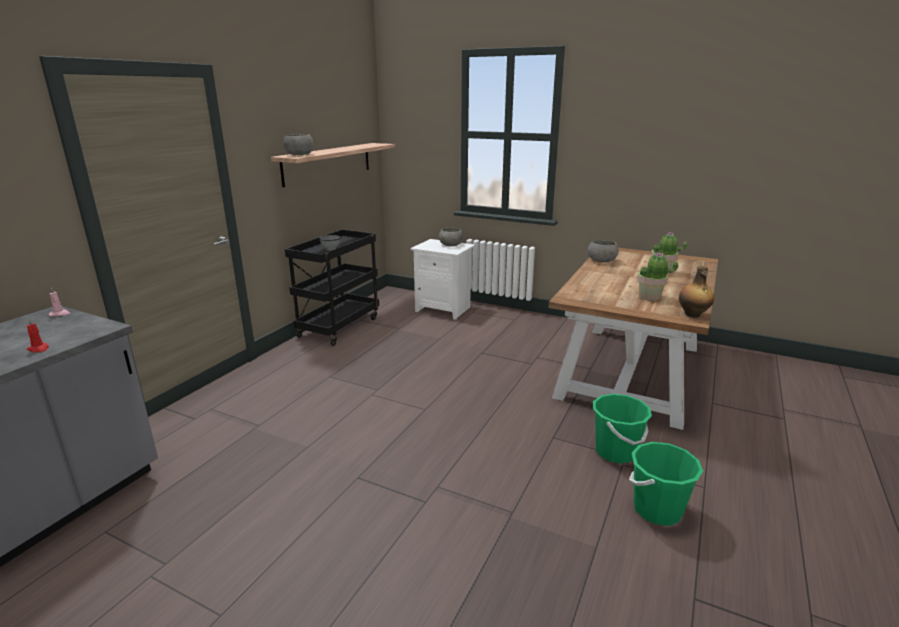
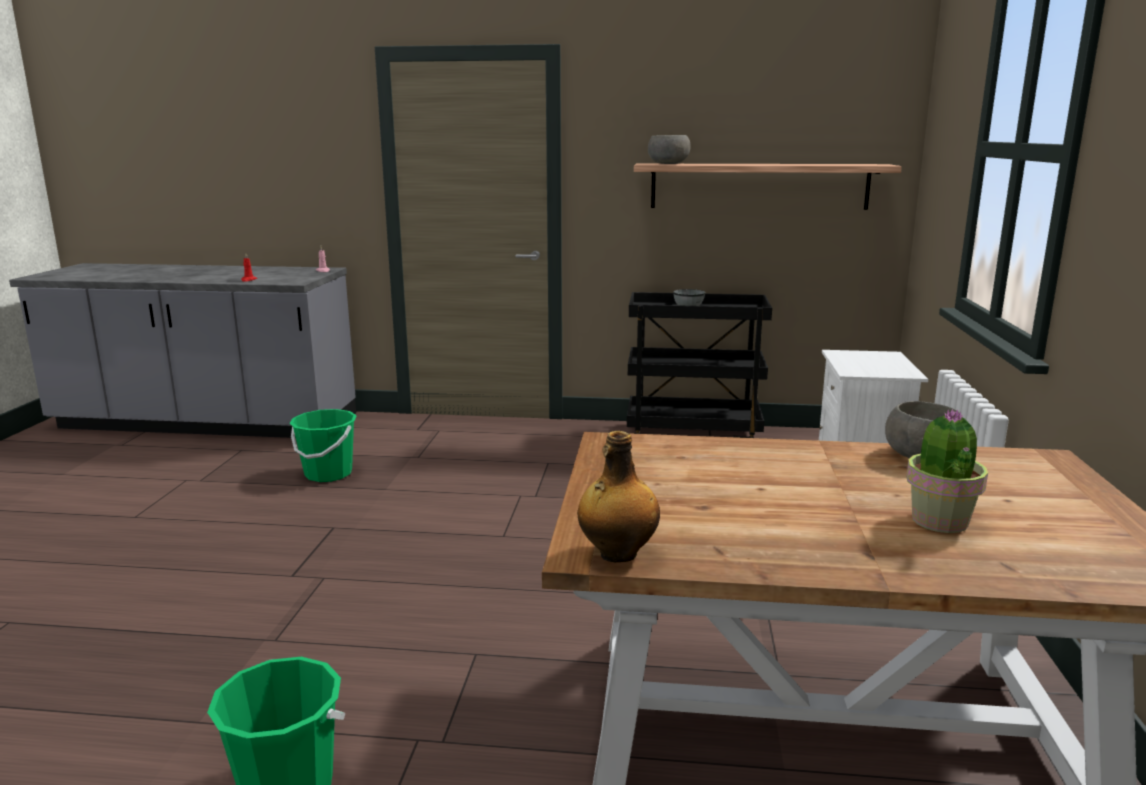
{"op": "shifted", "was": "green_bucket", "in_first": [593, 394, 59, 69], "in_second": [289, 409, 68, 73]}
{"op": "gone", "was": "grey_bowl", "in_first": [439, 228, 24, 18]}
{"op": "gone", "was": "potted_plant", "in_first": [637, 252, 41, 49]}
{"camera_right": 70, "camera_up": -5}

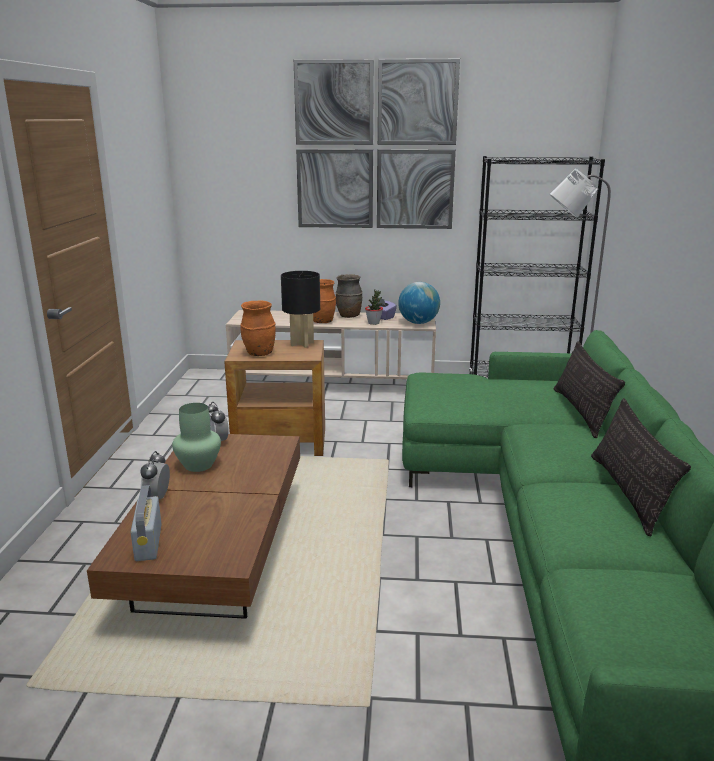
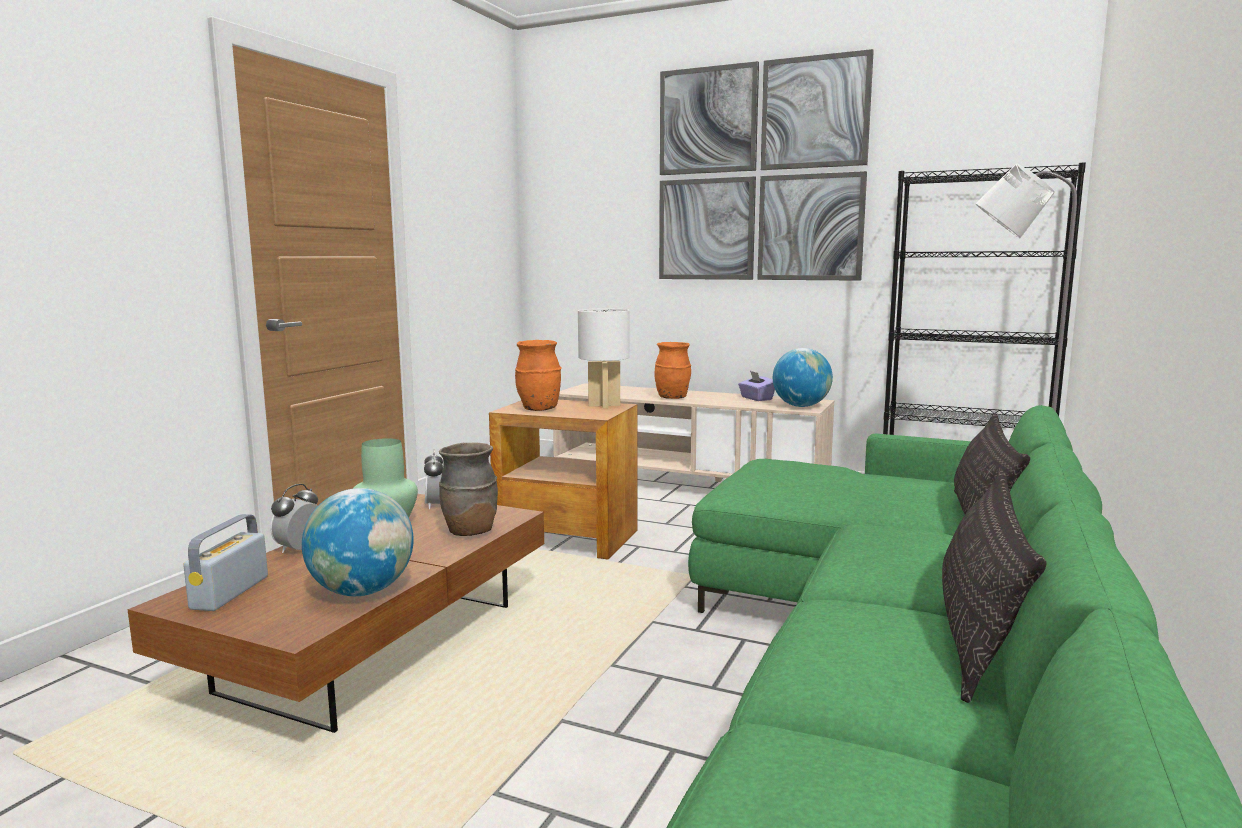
{"op": "new", "now": "globe", "in_second": [302, 488, 111, 108]}
{"op": "shifted", "was": "brown_vase", "in_first": [336, 274, 26, 44], "in_second": [439, 442, 59, 94]}
{"op": "repainted", "was": "black_table_lamp", "now": "white_table_lamp", "in_first": [281, 271, 39, 77], "in_second": [578, 309, 52, 100]}
{"op": "gone", "was": "potted_plant", "in_first": [365, 290, 18, 35]}
{"camera_right": 20, "camera_up": -10}

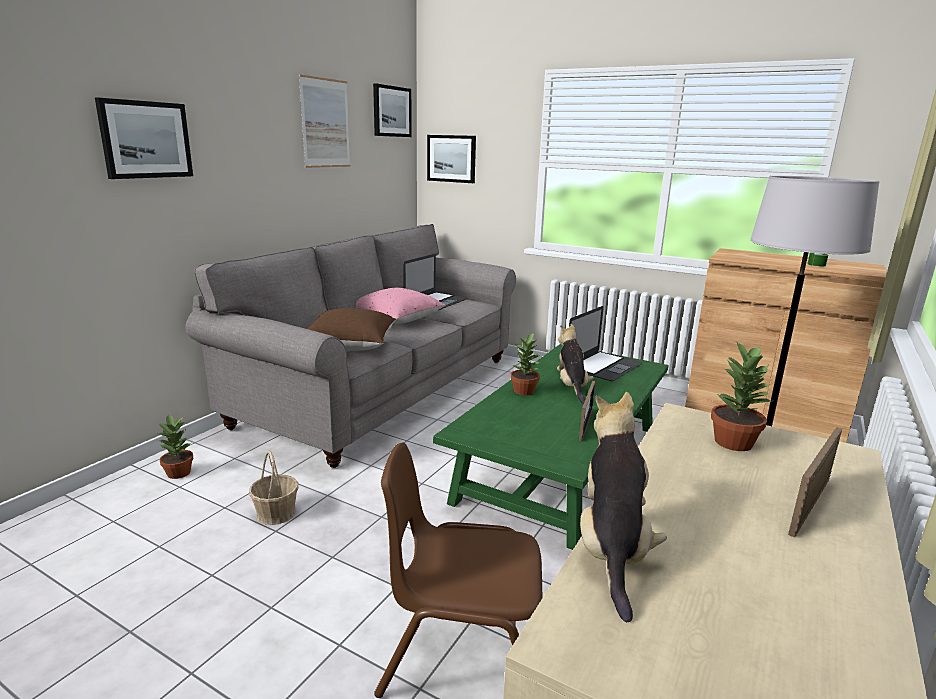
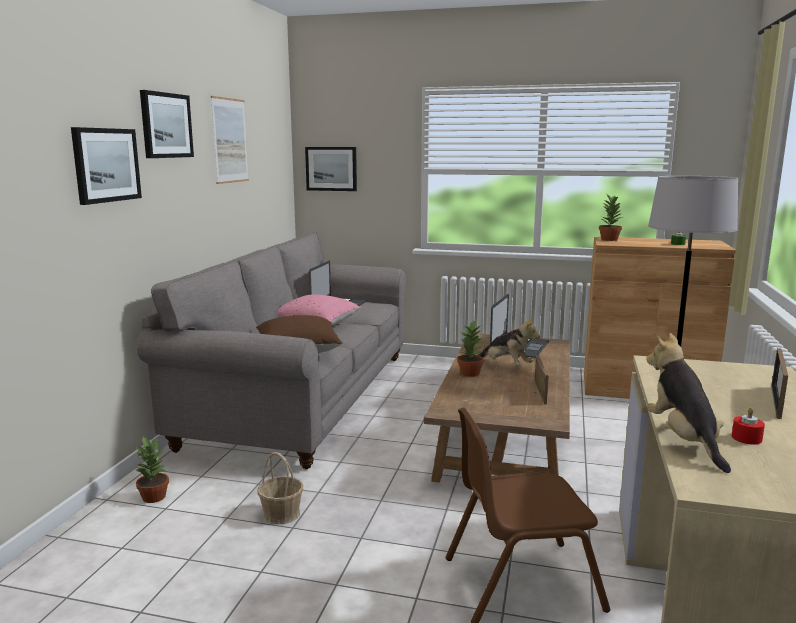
{"op": "shifted", "was": "picture", "in_first": [373, 83, 39, 54], "in_second": [140, 90, 54, 68]}
{"op": "repainted", "was": "green_coffee_table", "now": "brown_coffee_table", "in_first": [433, 344, 236, 206], "in_second": [424, 334, 146, 149]}
{"op": "rotated", "was": "plush_toy", "in_first": [557, 324, 37, 80], "in_second": [478, 316, 62, 50], "clockwise": 150}
{"op": "shifted", "was": "potted_plant", "in_first": [711, 341, 61, 110], "in_second": [599, 194, 24, 47]}
{"op": "new", "now": "red_candle", "in_second": [732, 408, 33, 37]}
{"camera_right": -15, "camera_up": -5}

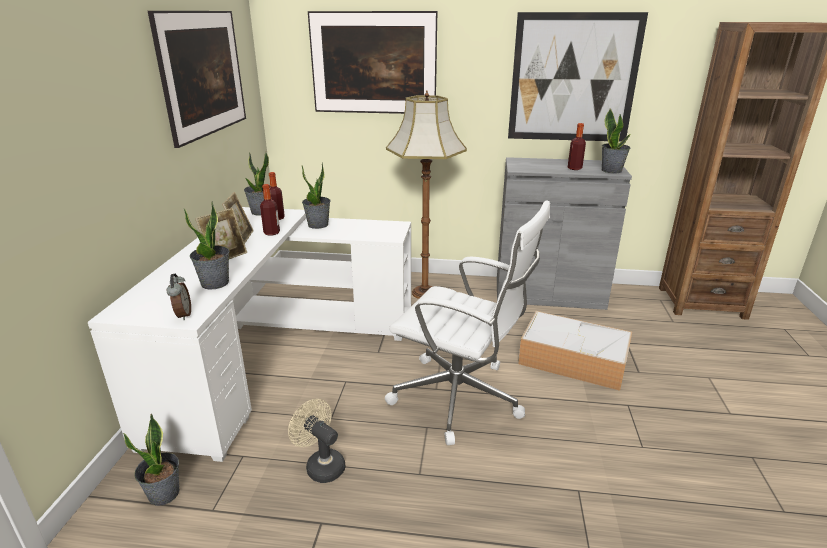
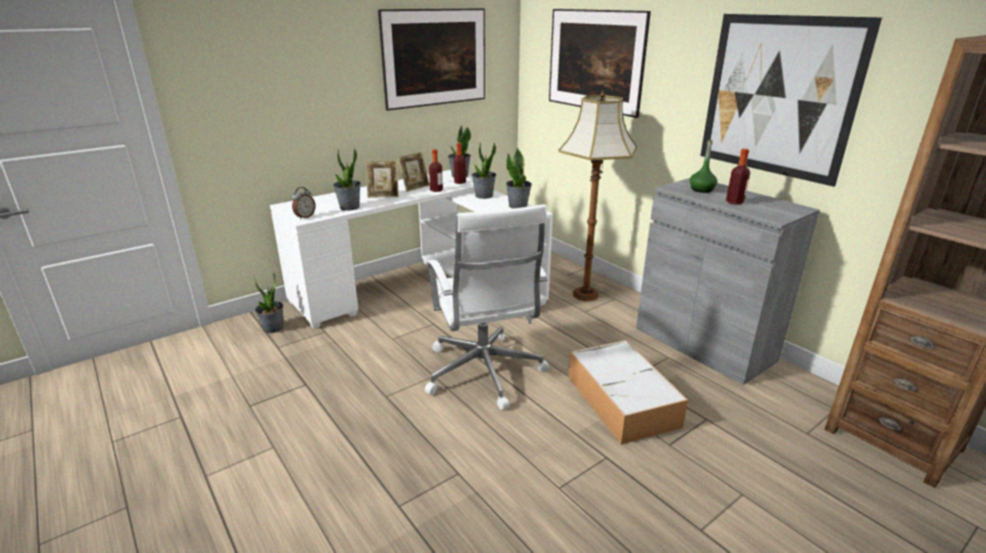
{"op": "shifted", "was": "potted_plant", "in_first": [602, 109, 29, 64], "in_second": [506, 147, 26, 62]}
{"op": "new", "now": "green_bottle", "in_second": [690, 140, 27, 53]}
{"op": "gone", "was": "beige_fan", "in_first": [288, 399, 58, 84]}
{"camera_right": 45, "camera_up": 0}

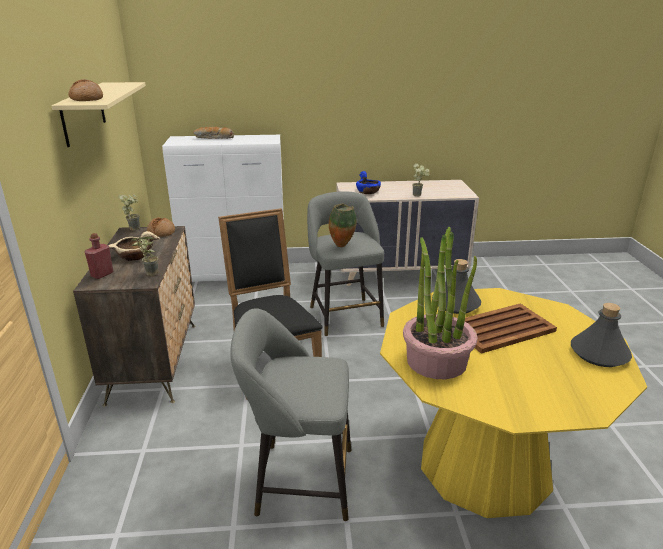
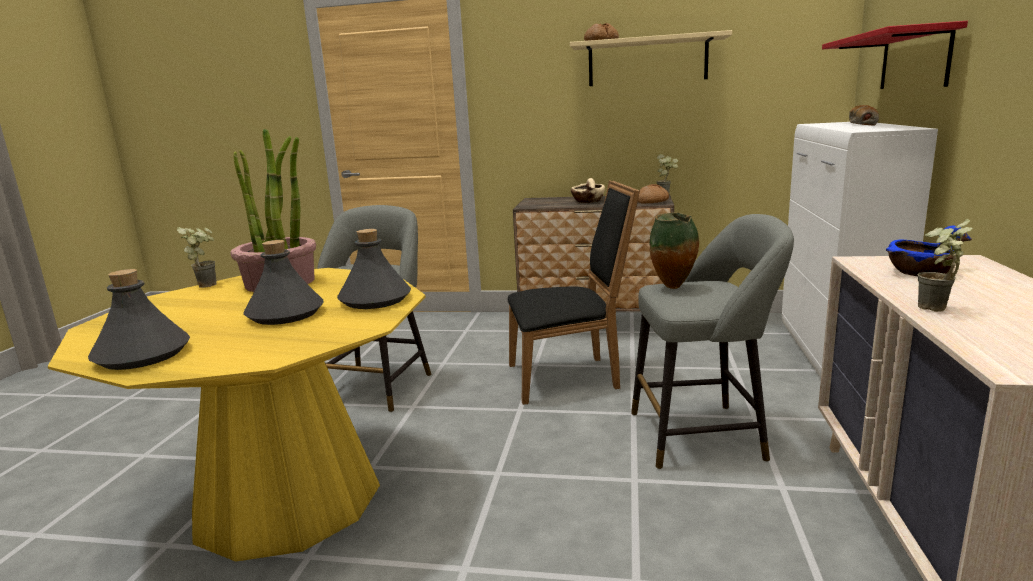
{"op": "shifted", "was": "potted_plant", "in_first": [131, 236, 27, 40], "in_second": [177, 227, 40, 61]}
{"op": "swapped", "was": "brown_tray", "now": "grey_bottle", "in_first": [465, 303, 92, 51], "in_second": [243, 240, 81, 85]}
{"op": "new", "now": "red_shelf", "in_second": [822, 21, 146, 68]}
{"op": "gone", "was": "red_bottle", "in_first": [85, 233, 28, 46]}
{"camera_right": 105, "camera_up": -10}

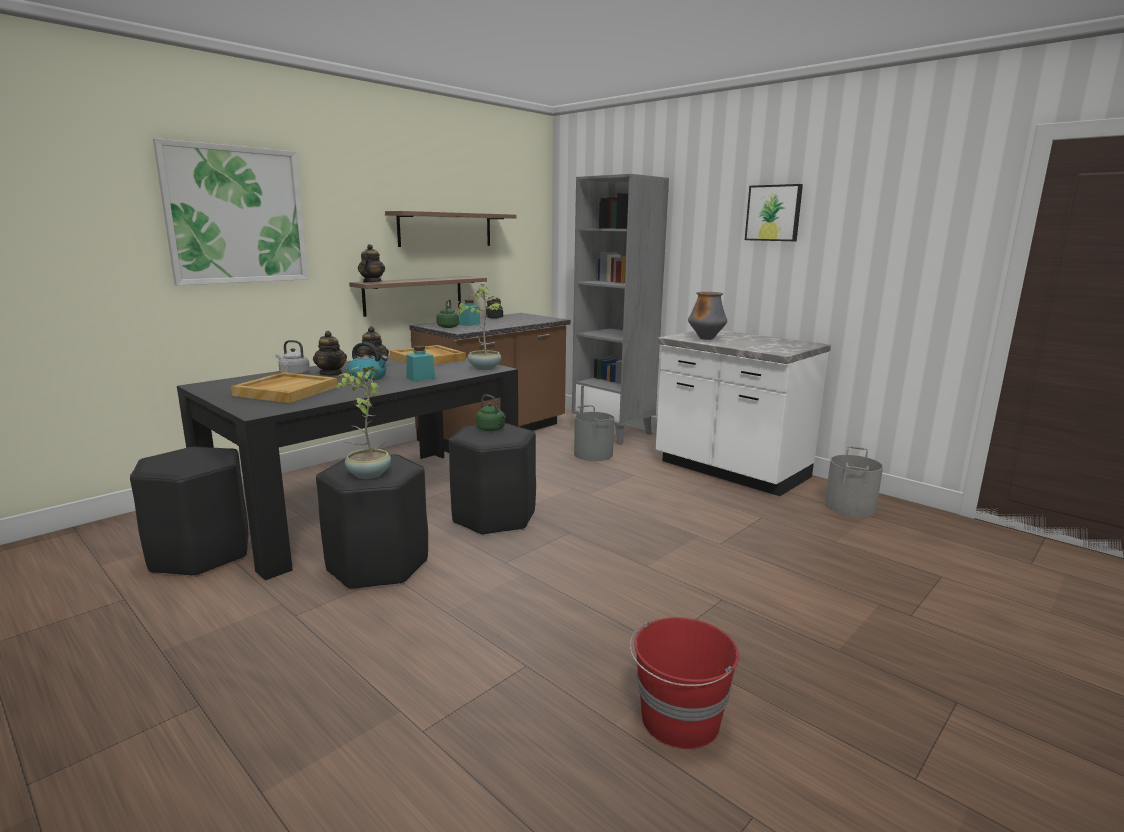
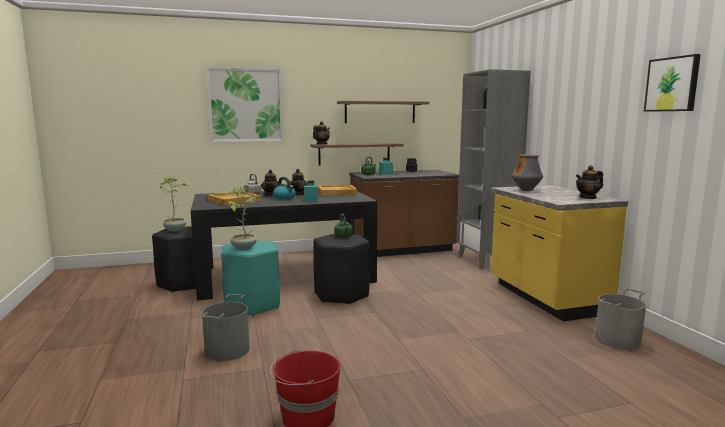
{"op": "shifted", "was": "potted_plant", "in_first": [456, 284, 47, 86], "in_second": [160, 175, 28, 57]}
{"op": "shifted", "was": "grey_bucket", "in_first": [574, 405, 40, 56], "in_second": [202, 294, 47, 67]}
{"op": "repainted", "was": "black_stool", "now": "turquoise_stool", "in_first": [316, 454, 112, 136], "in_second": [221, 241, 59, 75]}
{"op": "repainted", "was": "white_counter", "now": "yellow_counter", "in_first": [656, 330, 175, 166], "in_second": [491, 185, 137, 136]}
{"op": "new", "now": "teapot", "in_second": [576, 166, 27, 33]}
{"op": "shifted", "was": "picture", "in_first": [745, 184, 58, 57], "in_second": [644, 54, 57, 58]}
{"camera_right": 30, "camera_up": -5}

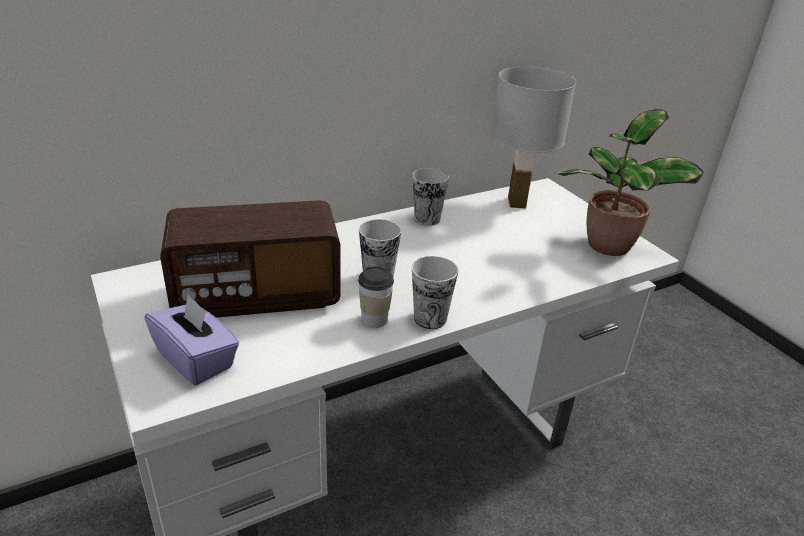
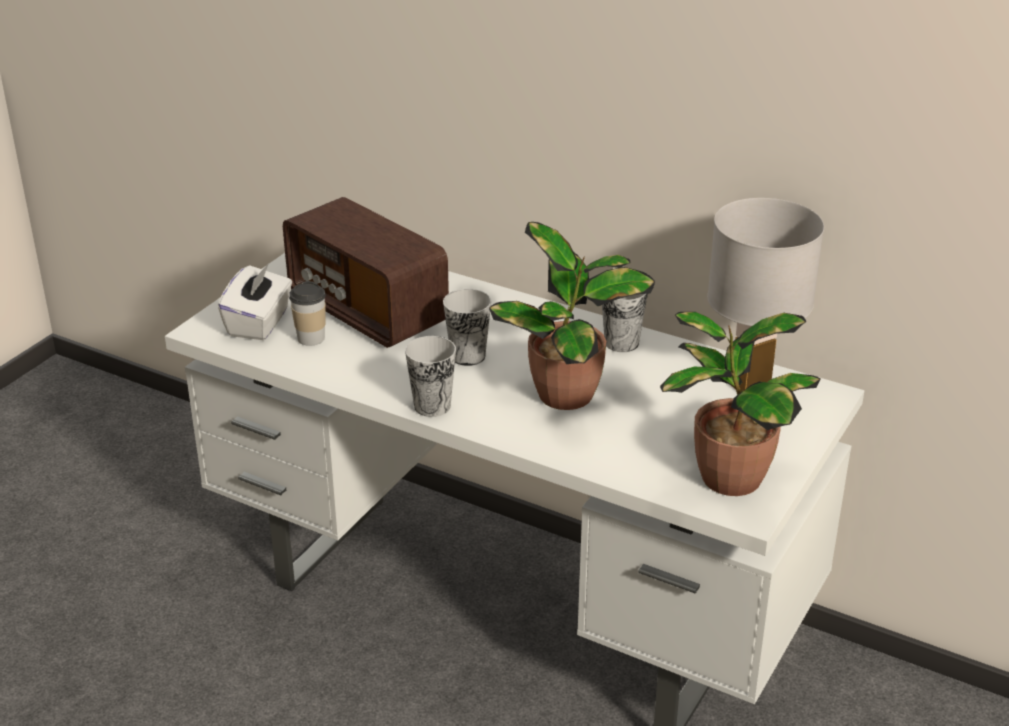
{"op": "repainted", "was": "purple_tissue_box", "now": "white_tissue_box", "in_first": [145, 294, 94, 92], "in_second": [218, 263, 74, 77]}
{"op": "shifted", "was": "cup", "in_first": [358, 266, 36, 62], "in_second": [289, 281, 37, 65]}
{"op": "new", "now": "potted_plant", "in_second": [489, 222, 166, 188]}
{"camera_right": 60, "camera_up": 0}

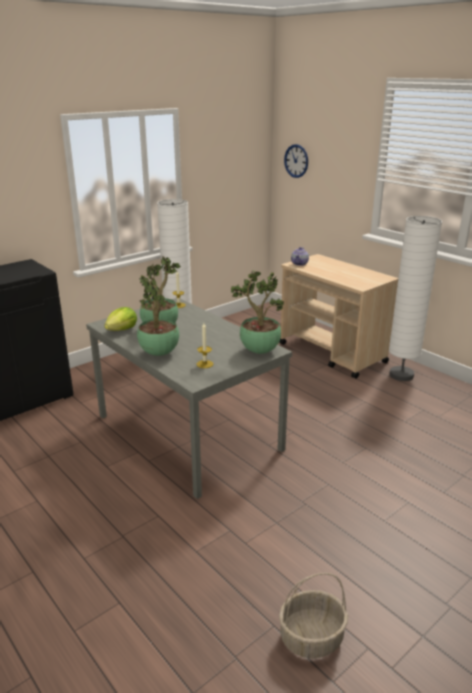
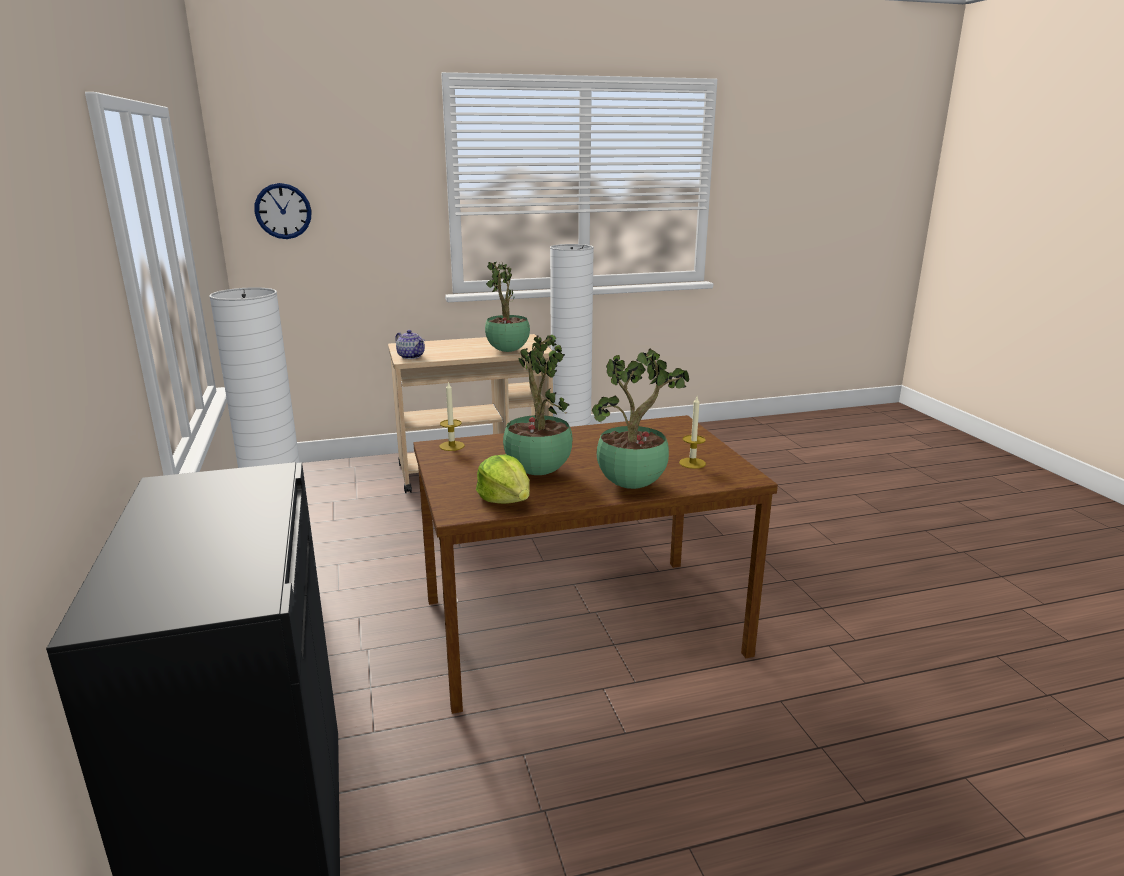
{"op": "repainted", "was": "grey_dining_table", "now": "brown_dining_table", "in_first": [86, 298, 206, 201], "in_second": [413, 415, 365, 299]}
{"op": "shifted", "was": "potted_plant", "in_first": [231, 270, 53, 84], "in_second": [485, 262, 45, 90]}
{"op": "gone", "was": "basket", "in_first": [279, 573, 69, 85]}
{"camera_right": -65, "camera_up": -5}

